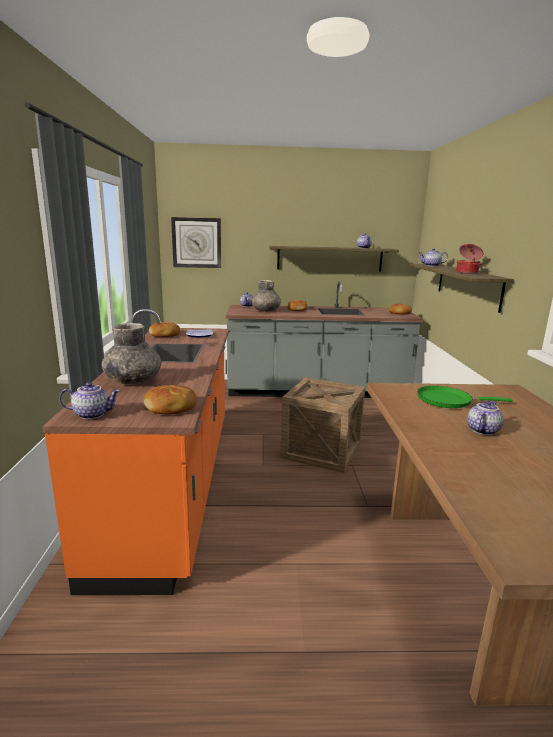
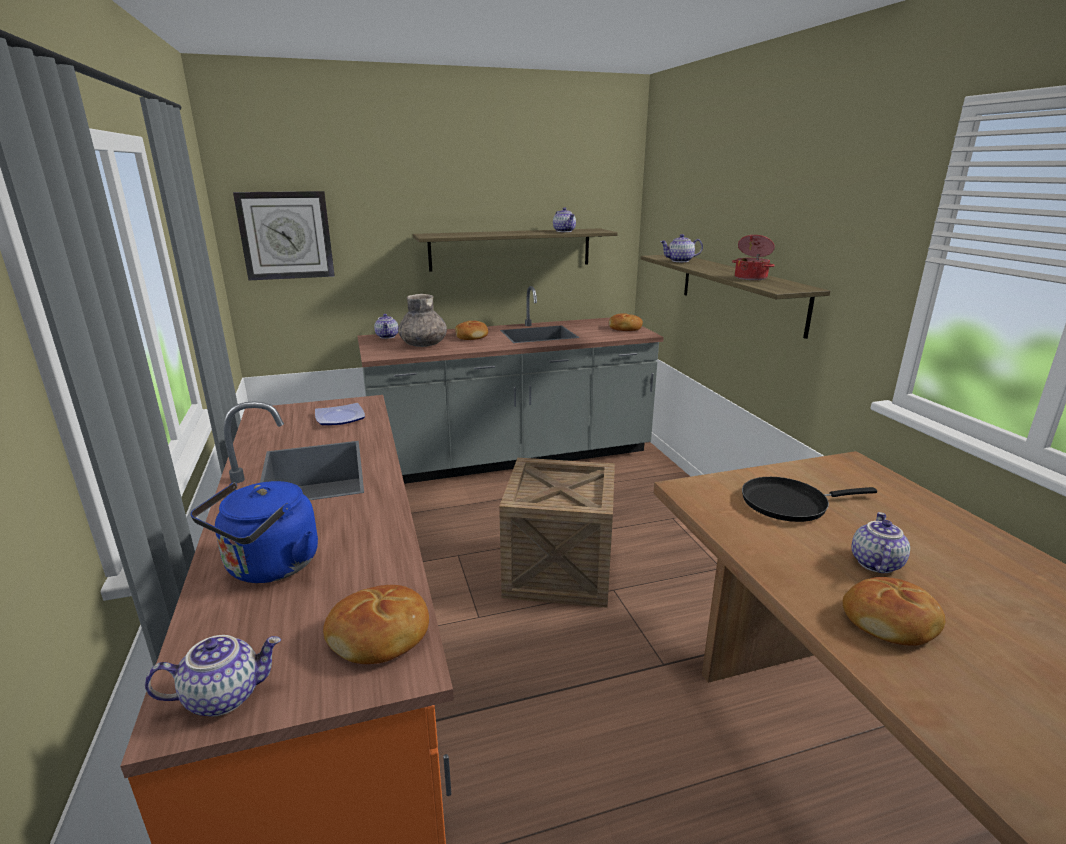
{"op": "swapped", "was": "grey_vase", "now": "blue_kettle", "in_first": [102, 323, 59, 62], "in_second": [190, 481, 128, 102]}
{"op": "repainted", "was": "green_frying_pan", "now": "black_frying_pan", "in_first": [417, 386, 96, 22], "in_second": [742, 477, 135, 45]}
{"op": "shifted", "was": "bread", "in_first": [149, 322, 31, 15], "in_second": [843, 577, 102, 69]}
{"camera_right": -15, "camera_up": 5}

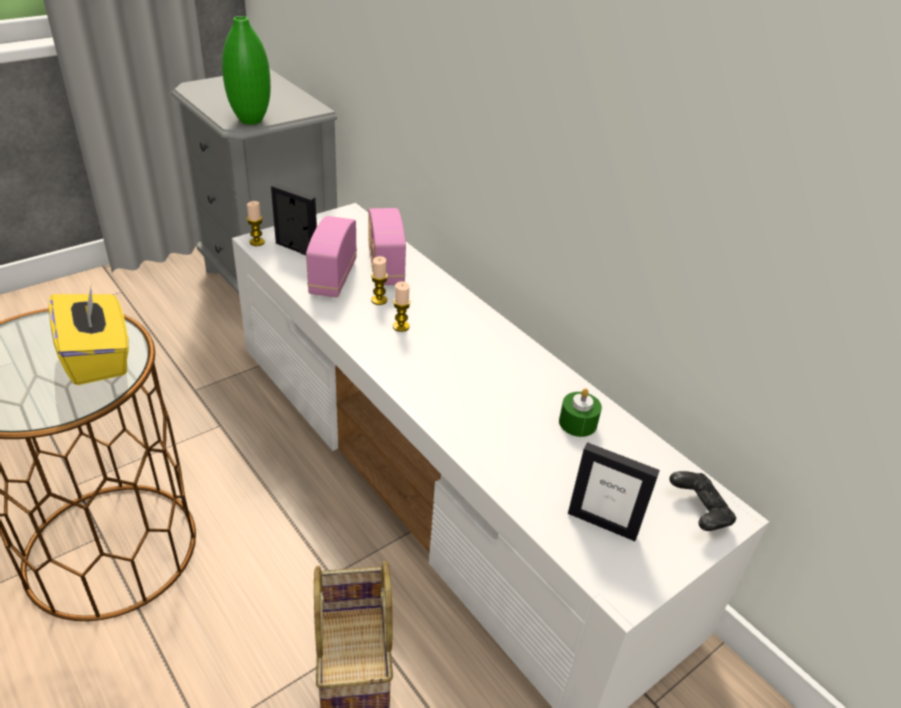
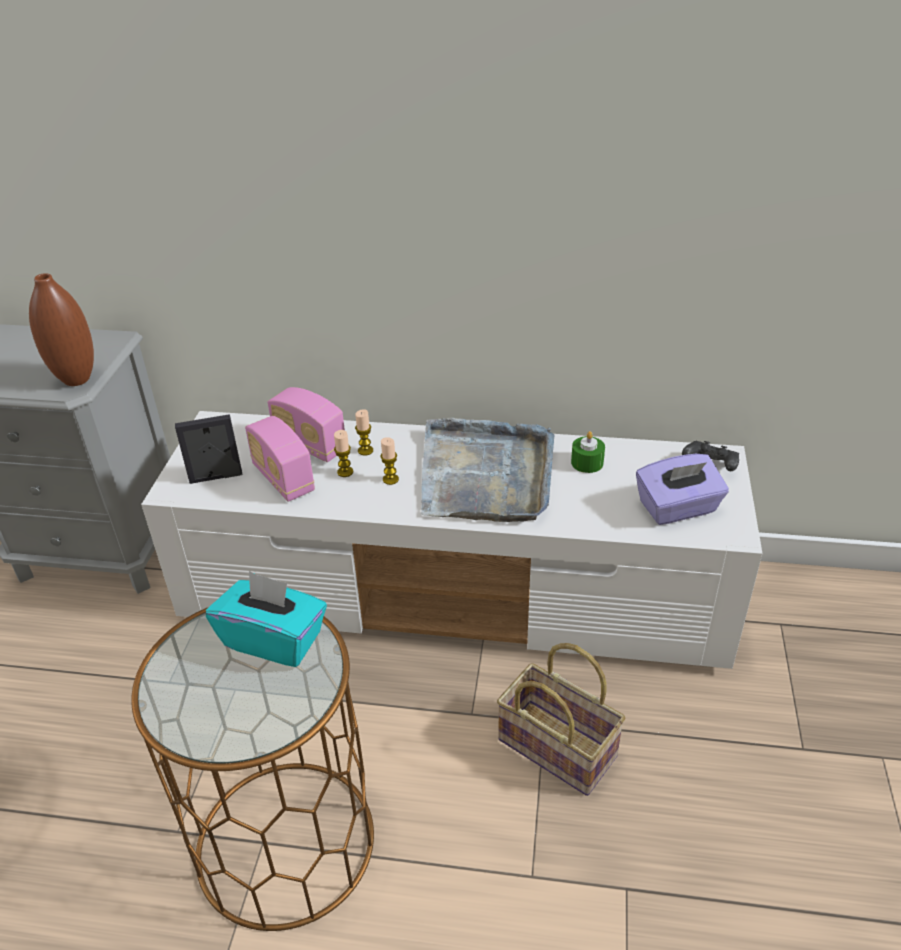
{"op": "repainted", "was": "green_vase", "now": "brown_vase", "in_first": [222, 16, 49, 109], "in_second": [29, 273, 65, 113]}
{"op": "repainted", "was": "yellow_tissue_box", "now": "turquoise_tissue_box", "in_first": [49, 283, 80, 102], "in_second": [206, 571, 121, 96]}
{"op": "shifted", "was": "candle", "in_first": [247, 201, 18, 45], "in_second": [355, 409, 18, 47]}
{"op": "new", "now": "grey_tray", "in_second": [421, 418, 133, 104]}
{"op": "swapped", "was": "picture_frame", "now": "purple_tissue_box", "in_first": [568, 442, 92, 99], "in_second": [636, 454, 93, 71]}
{"camera_right": -40, "camera_up": 0}

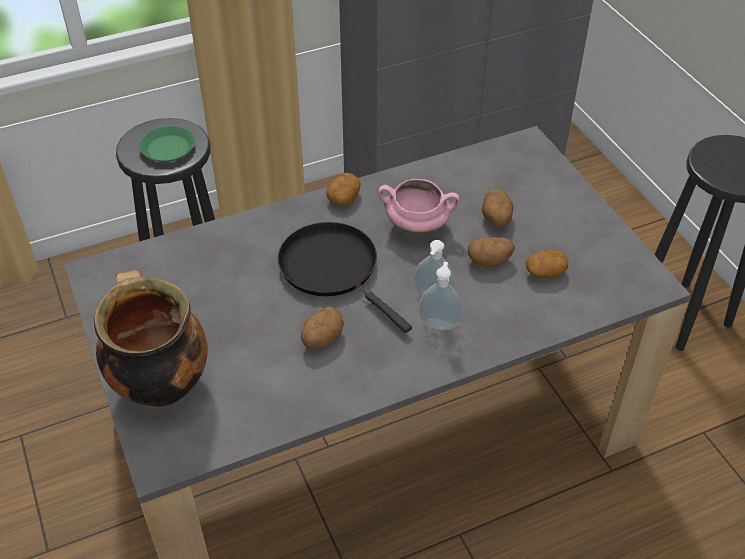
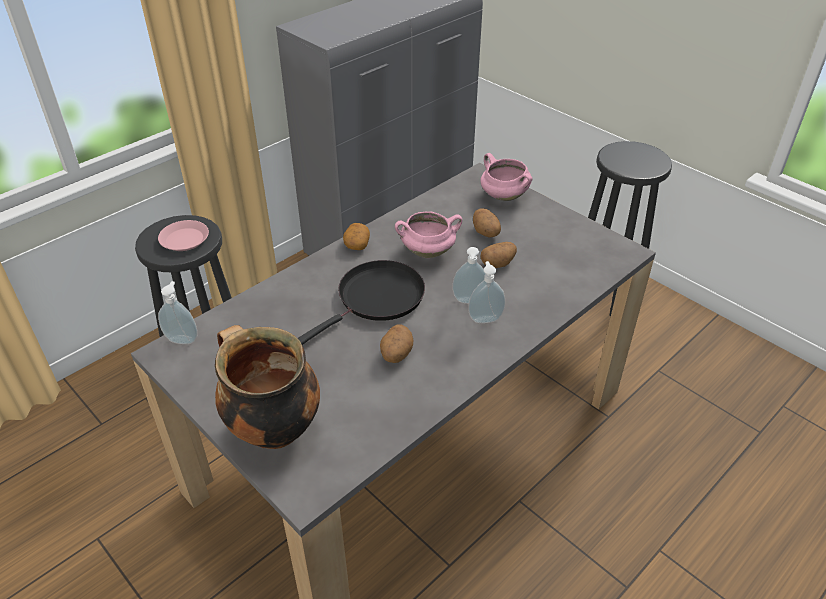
{"op": "repainted", "was": "green_plate", "now": "pink_plate", "in_first": [140, 126, 55, 36], "in_second": [158, 220, 51, 31]}
{"op": "new", "now": "soap_dispenser", "in_second": [158, 281, 40, 63]}
{"op": "rotated", "was": "black_frying_pan", "in_first": [278, 222, 134, 111], "in_second": [298, 260, 127, 85], "clockwise": 105}
{"op": "new", "now": "pink_cooking_pot", "in_second": [480, 153, 52, 48]}
{"op": "gone", "was": "potato", "in_first": [525, 250, 43, 29]}
{"camera_right": -20, "camera_up": -5}

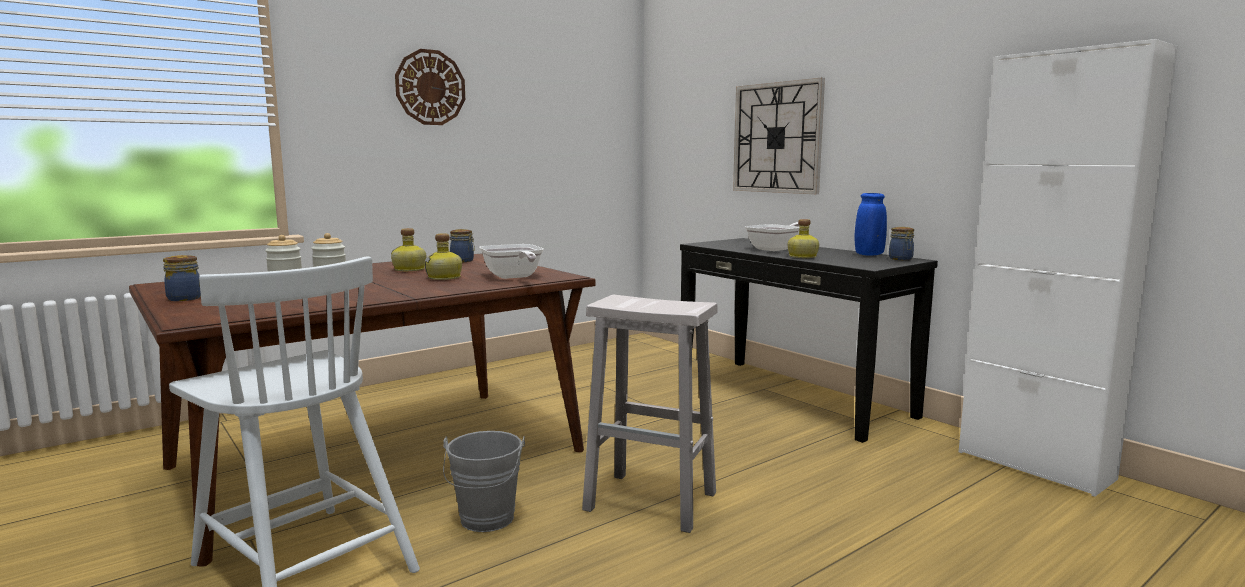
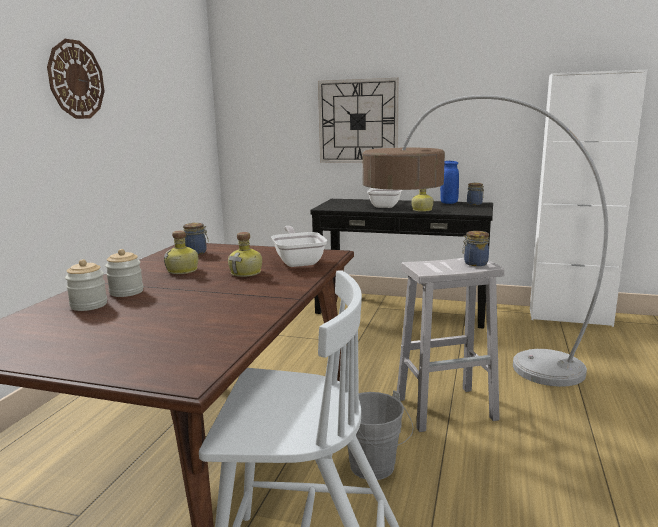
{"op": "rotated", "was": "frying_pan", "in_first": [479, 244, 65, 35], "in_second": [271, 226, 56, 41], "clockwise": -135}
{"op": "new", "now": "floor_lamp", "in_second": [363, 95, 245, 292]}
{"op": "shifted", "was": "jar", "in_first": [163, 255, 38, 46], "in_second": [462, 231, 27, 35]}
{"camera_right": -35, "camera_up": 5}

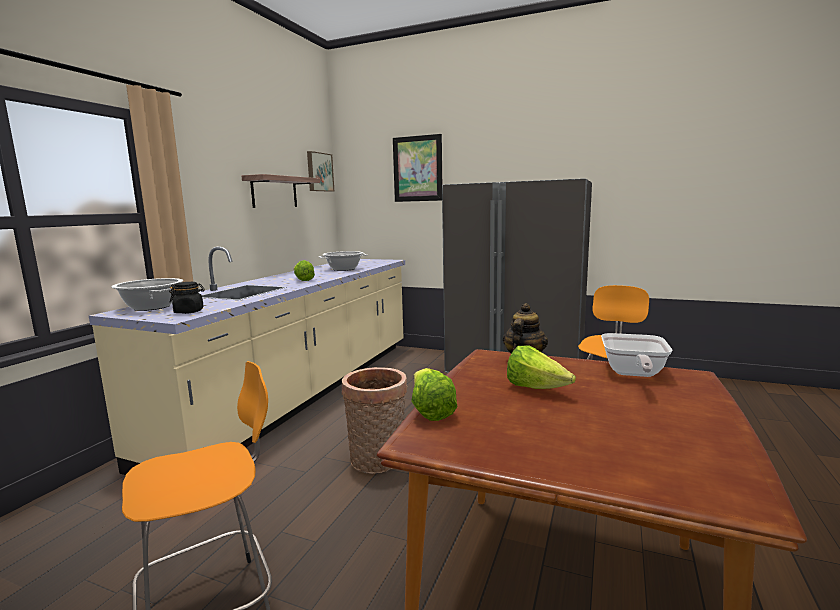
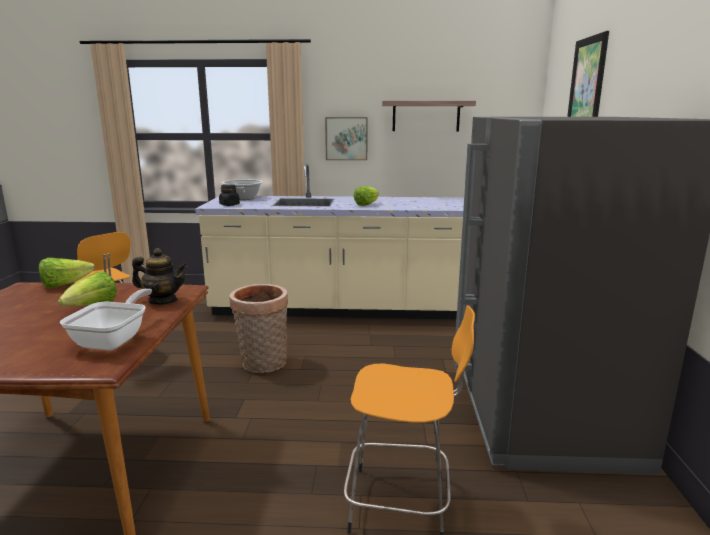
{"op": "rotated", "was": "frying_pan", "in_first": [601, 333, 71, 44], "in_second": [60, 289, 92, 62], "clockwise": 105}
{"op": "shifted", "was": "picture", "in_first": [307, 151, 27, 41], "in_second": [325, 117, 43, 43]}
{"op": "gone", "was": "cooking_pot", "in_first": [319, 251, 48, 20]}
{"camera_right": 70, "camera_up": 5}

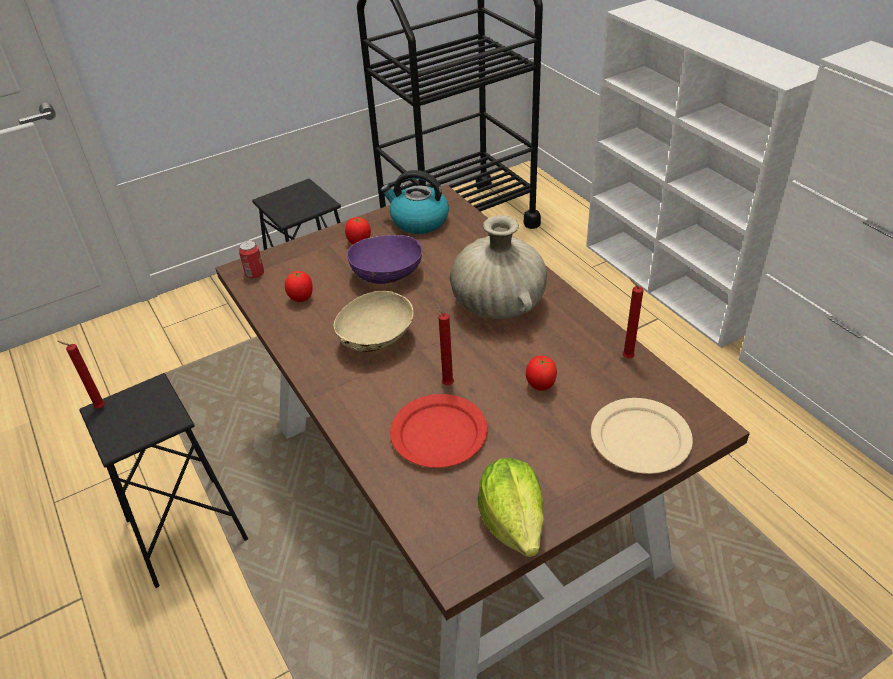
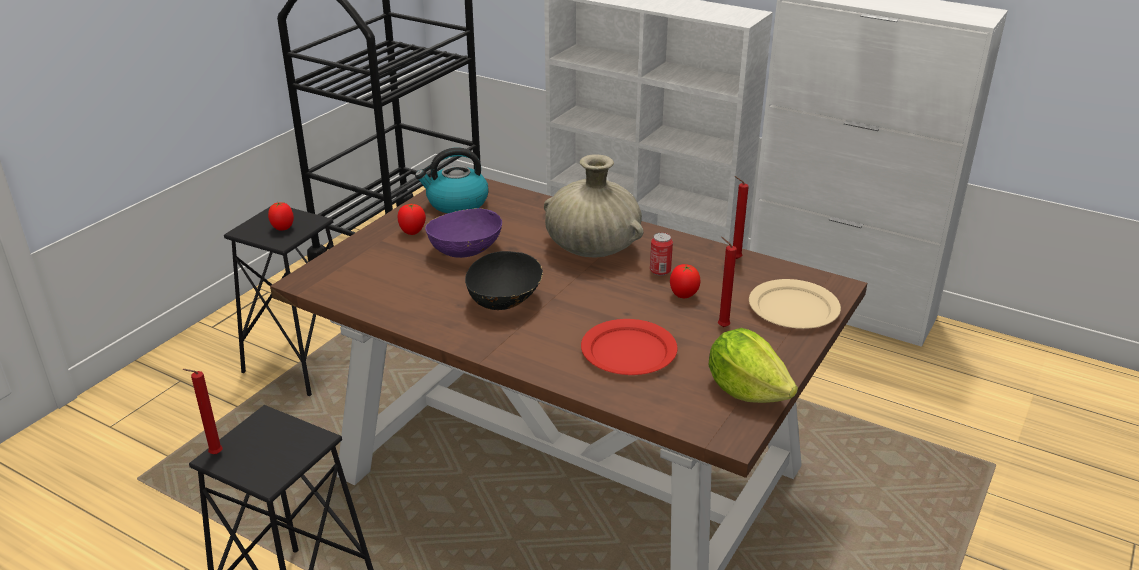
{"op": "shifted", "was": "tomato", "in_first": [285, 270, 28, 32], "in_second": [268, 202, 26, 29]}
{"op": "repainted", "was": "beige_bowl", "now": "black_bowl", "in_first": [333, 291, 81, 61], "in_second": [465, 251, 78, 59]}
{"op": "shifted", "was": "can", "in_first": [239, 240, 25, 39], "in_second": [650, 233, 23, 43]}
{"op": "shifted", "was": "red_candle", "in_first": [436, 303, 18, 82], "in_second": [718, 237, 19, 90]}
{"camera_right": -30, "camera_up": -10}

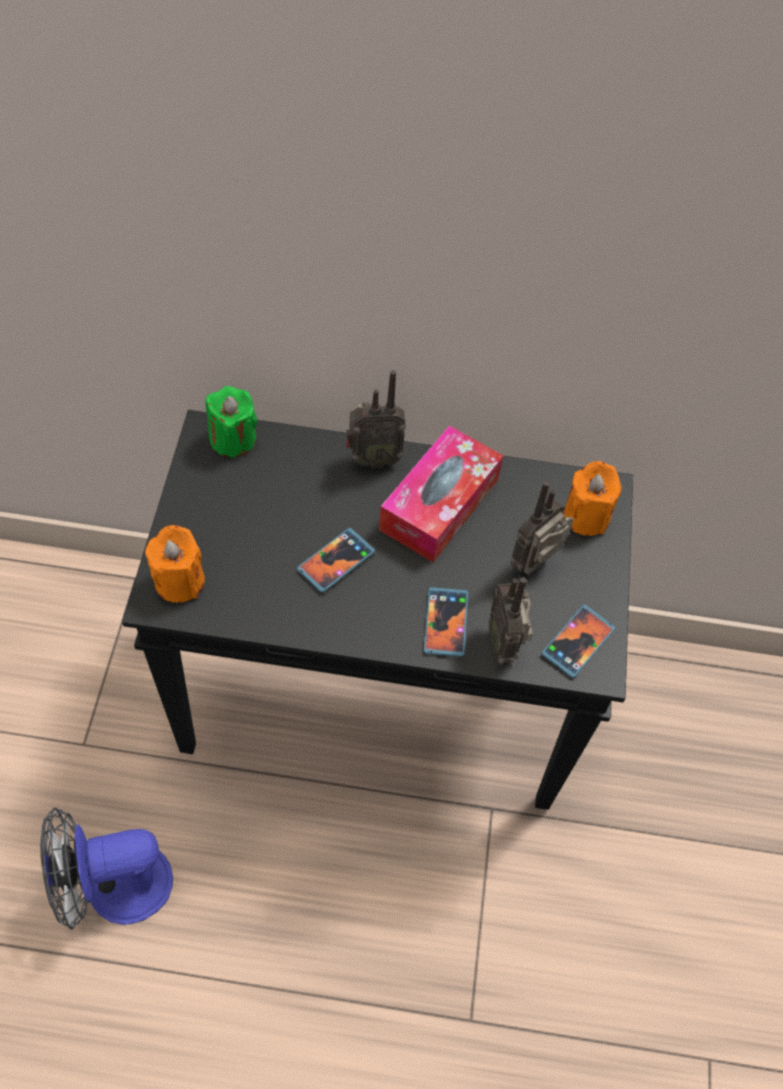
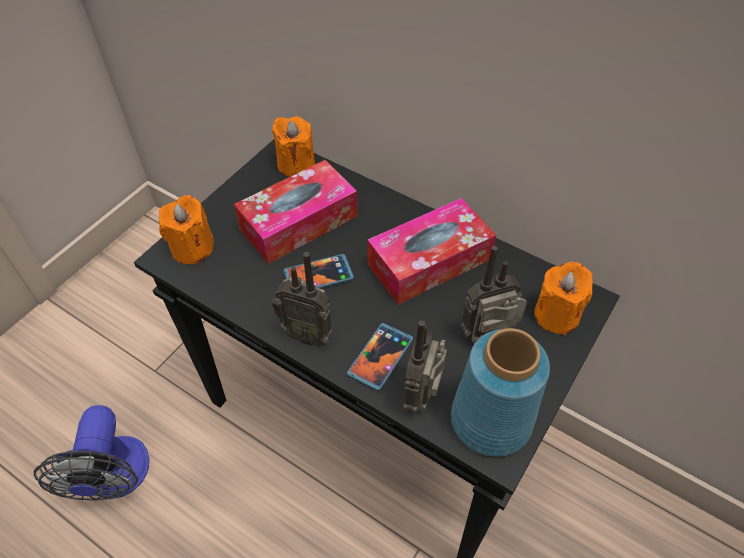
{"op": "rotated", "was": "fan", "in_first": [40, 807, 133, 123], "in_second": [34, 405, 116, 96], "clockwise": -105}
{"op": "new", "now": "tissue_box", "in_second": [234, 160, 123, 104]}
{"op": "repainted", "was": "green_candle", "now": "orange_candle", "in_first": [206, 386, 51, 71], "in_second": [272, 116, 43, 61]}
{"op": "shifted", "was": "radio", "in_first": [346, 370, 60, 98], "in_second": [272, 252, 61, 94]}
{"op": "swapped", "was": "phone", "now": "blue_vase", "in_first": [541, 605, 74, 73], "in_second": [451, 328, 99, 129]}
{"camera_right": 30, "camera_up": -5}

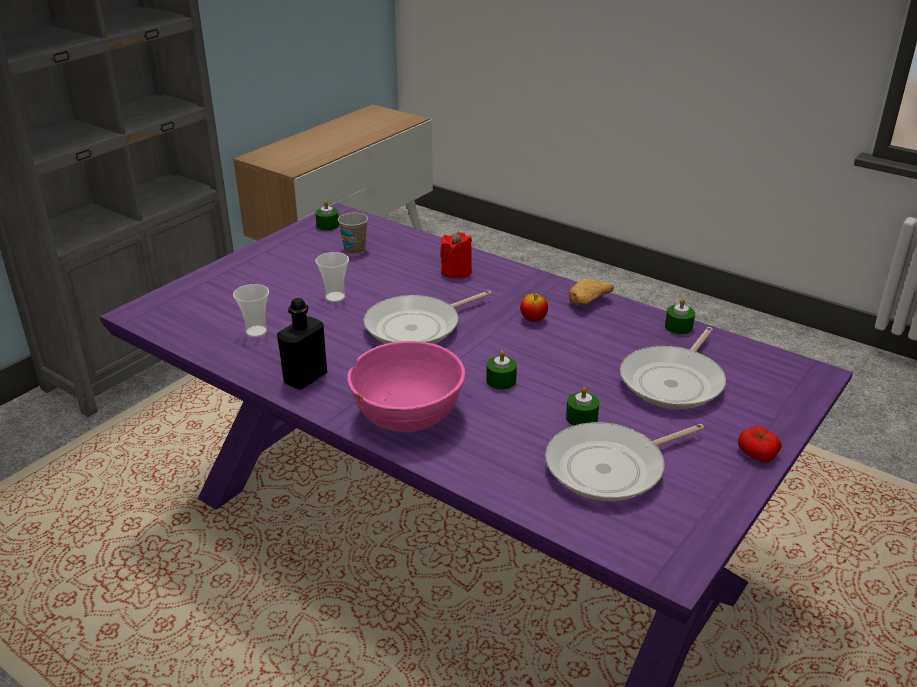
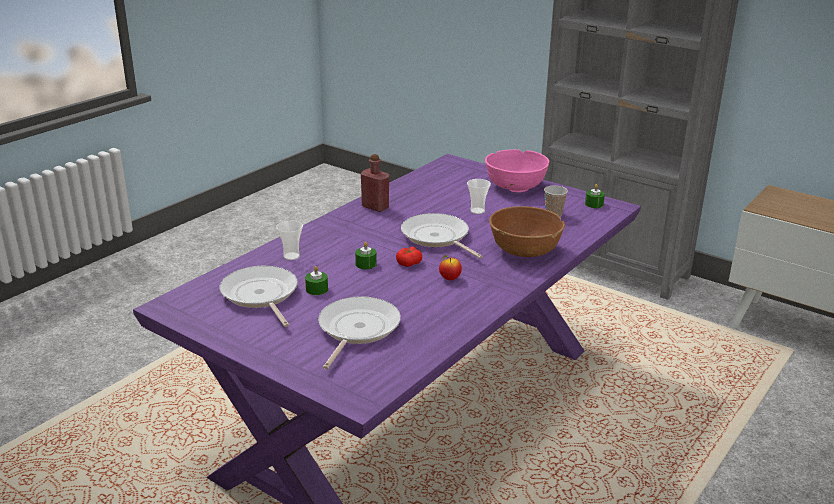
{"op": "shifted", "was": "cup", "in_first": [233, 284, 36, 53], "in_second": [276, 221, 27, 39]}
{"op": "rotated", "was": "frying_pan", "in_first": [620, 327, 106, 82], "in_second": [318, 296, 83, 73], "clockwise": 75}
{"op": "repainted", "was": "black_bottle", "now": "red_bottle", "in_first": [277, 298, 50, 92], "in_second": [361, 154, 28, 58]}
{"op": "shifted", "was": "tomato", "in_first": [738, 426, 43, 36], "in_second": [396, 247, 26, 20]}
{"op": "shifted", "was": "pink_bowl", "in_first": [347, 341, 118, 91], "in_second": [485, 149, 65, 44]}
{"op": "swapped", "was": "red_candle", "now": "brown_bowl", "in_first": [441, 231, 31, 48], "in_second": [489, 206, 76, 51]}
{"op": "gone", "was": "bread", "in_first": [569, 279, 45, 27]}
{"op": "gone", "was": "green_candle", "in_first": [665, 298, 30, 36]}
{"camera_right": 90, "camera_up": -5}

